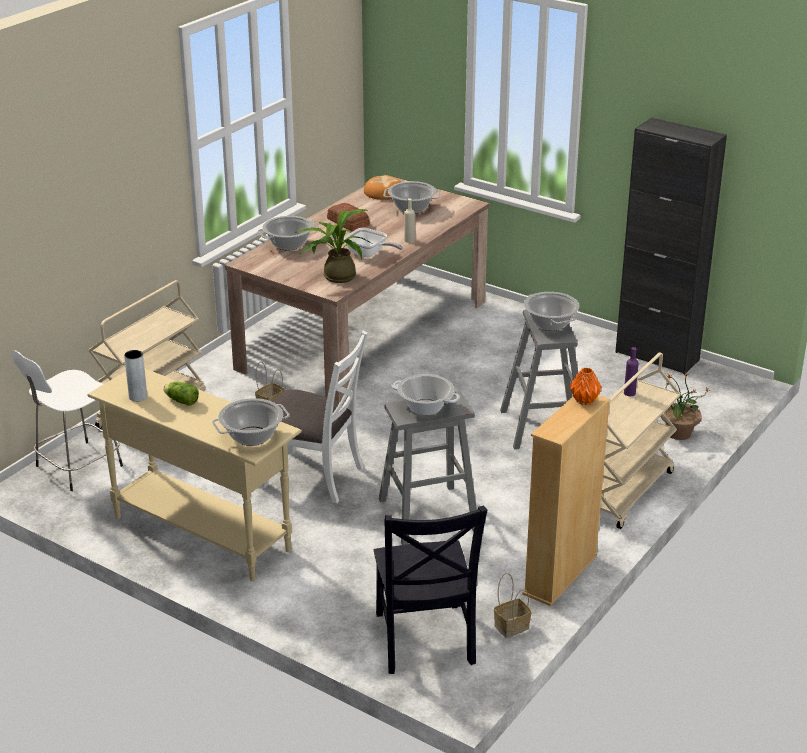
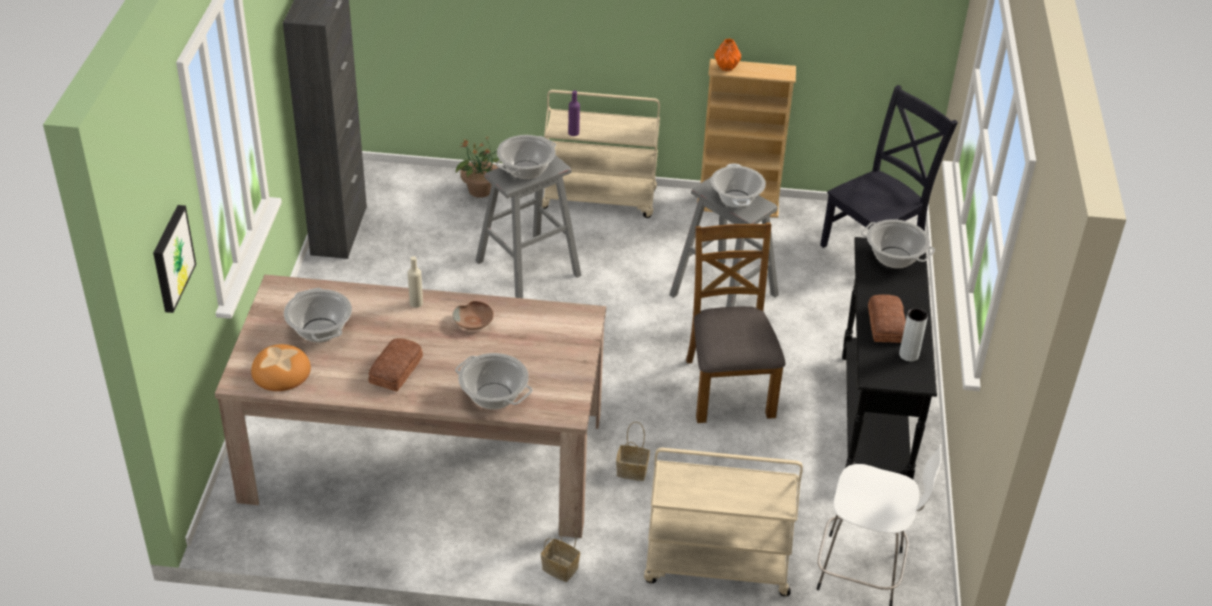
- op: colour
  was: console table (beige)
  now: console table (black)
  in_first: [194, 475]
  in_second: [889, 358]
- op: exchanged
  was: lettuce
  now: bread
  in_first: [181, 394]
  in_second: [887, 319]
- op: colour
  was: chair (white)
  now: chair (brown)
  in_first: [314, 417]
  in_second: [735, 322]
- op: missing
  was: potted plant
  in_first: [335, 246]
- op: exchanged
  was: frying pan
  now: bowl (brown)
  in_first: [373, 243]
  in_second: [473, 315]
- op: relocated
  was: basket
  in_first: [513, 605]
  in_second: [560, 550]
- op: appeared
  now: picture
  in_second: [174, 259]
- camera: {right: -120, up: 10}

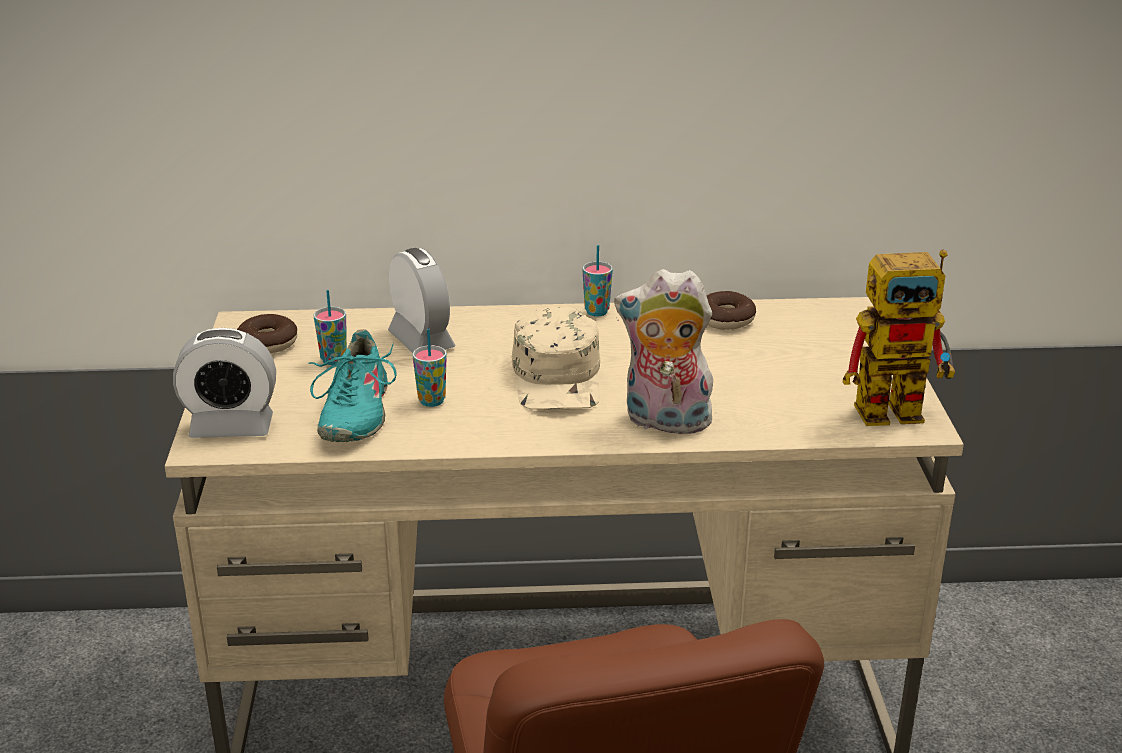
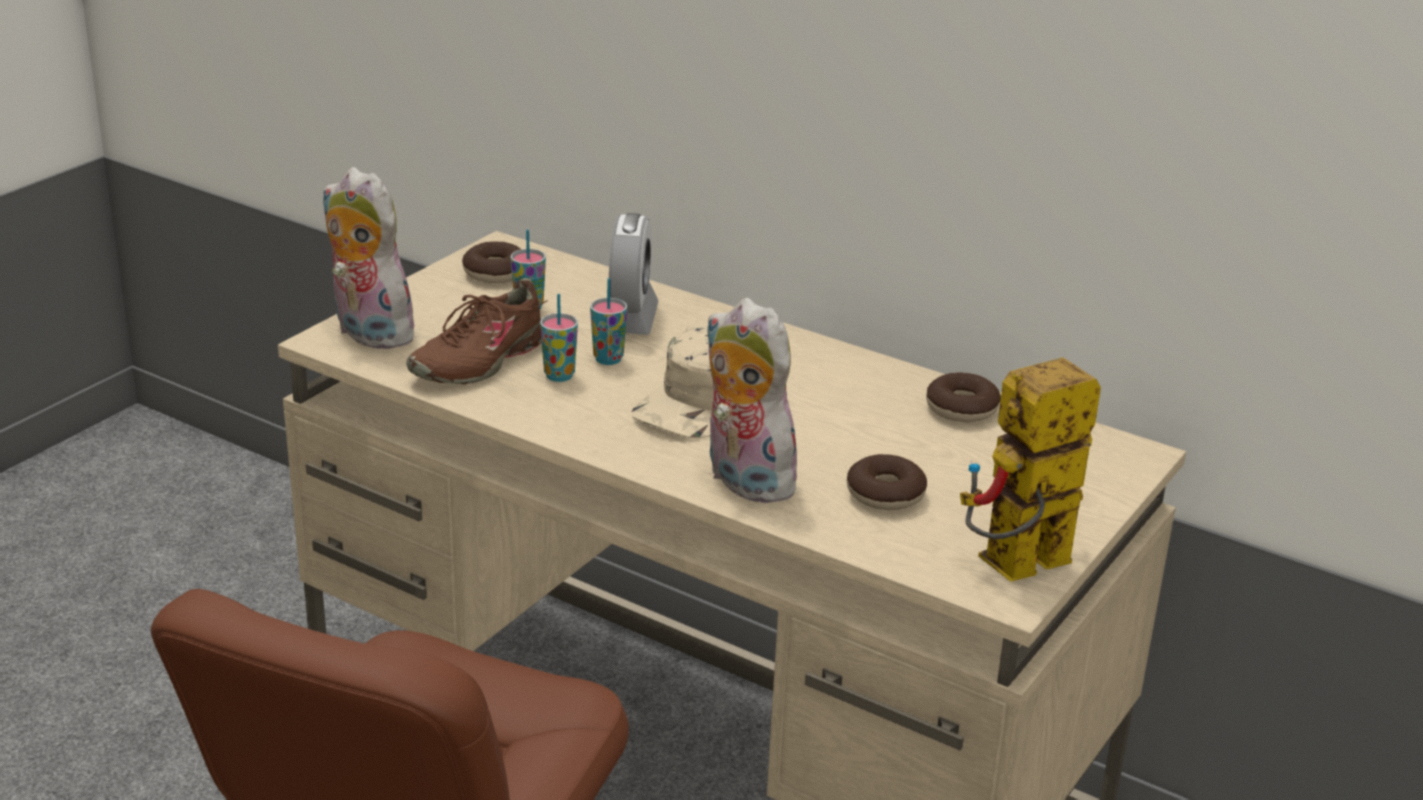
- op: exchanged
  was: alarm clock
  now: plush toy
  in_first: [224, 383]
  in_second: [369, 258]
- op: colour
  was: shoe (turquoise)
  now: shoe (brown)
  in_first: [352, 385]
  in_second: [477, 331]
- op: relocated
  was: cup
  in_first: [598, 281]
  in_second: [608, 321]
- op: spun
  was: toy robot
  in_first: [899, 337]
  in_second: [1030, 469]
  clockwise: 120
- op: appeared
  now: donut
  in_second: [887, 482]
- camera: {right: 35, up: 0}

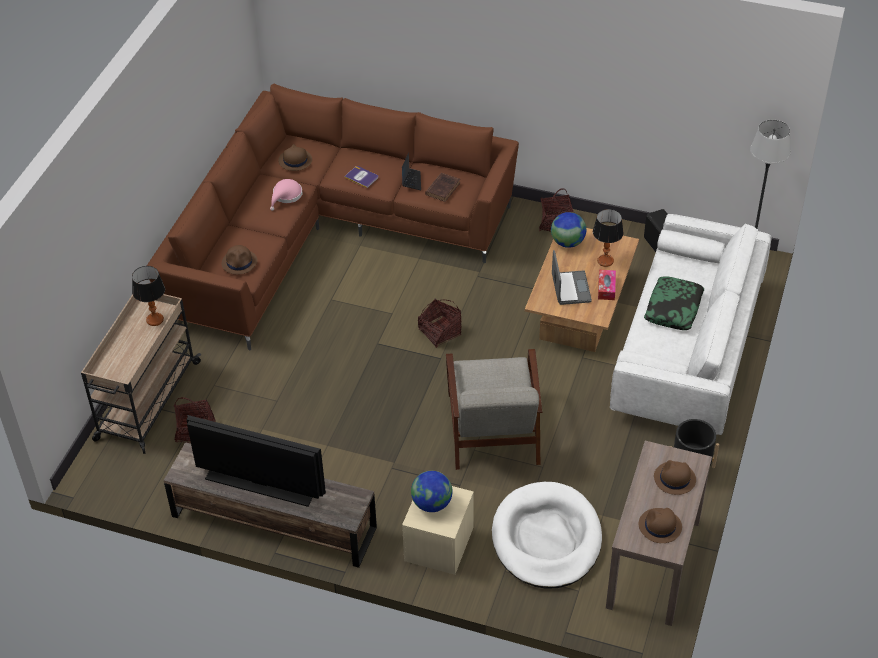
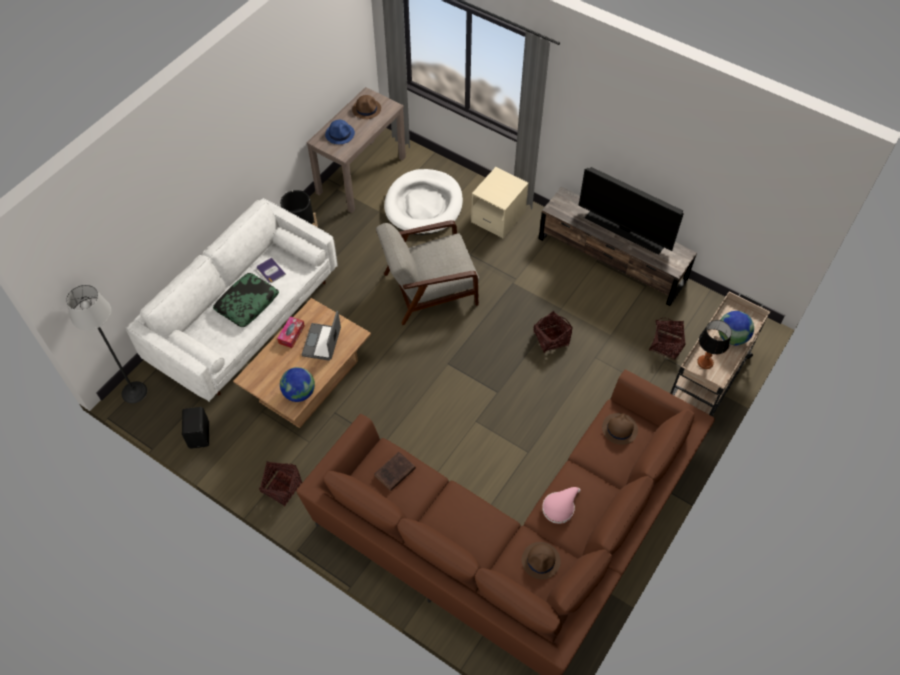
- op: relocated
  was: book
  in_first: [361, 177]
  in_second: [271, 270]
- op: missing
  was: laptop
  in_first: [411, 171]
- op: relocated
  was: globe
  in_first: [432, 491]
  in_second: [736, 328]
- op: relocated
  was: basket
  in_first: [439, 323]
  in_second: [553, 331]
- op: spun
  was: armchair (grey)
  in_first: [494, 409]
  in_second: [427, 272]
  clockwise: -120
- op: missing
  was: table lamp
  in_first: [608, 238]
- op: colour
  was: hat (brown)
  now: hat (blue)
  in_first: [675, 477]
  in_second: [340, 132]
- camera: {right: -165, up: 10}

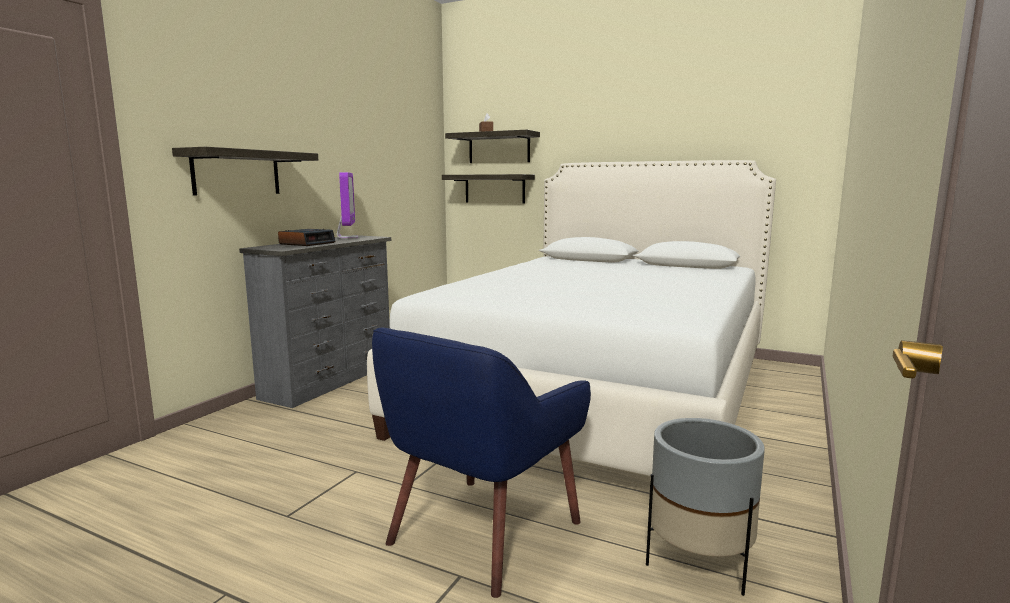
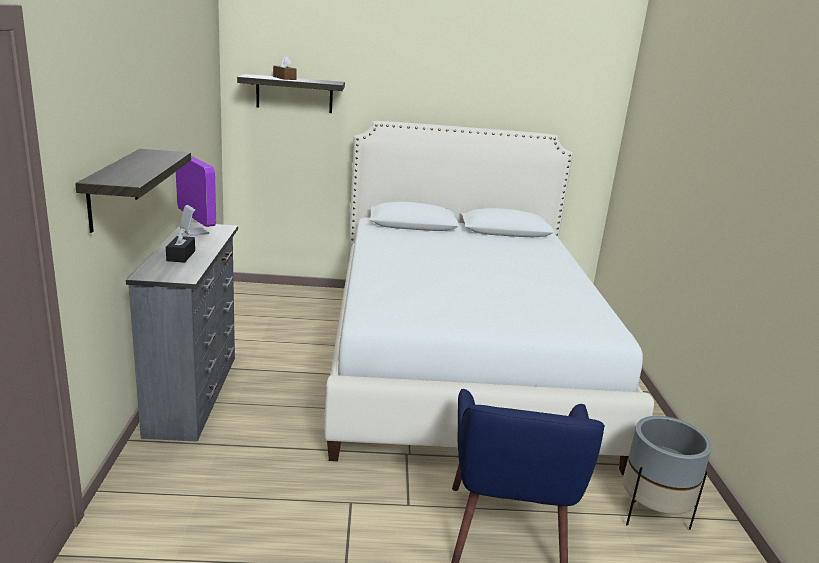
- op: exchanged
  was: alarm clock
  now: tissue box (black)
  in_first: [306, 237]
  in_second: [180, 245]
- op: missing
  was: shelf
  in_first: [488, 189]
- camera: {right: -30, up: 10}

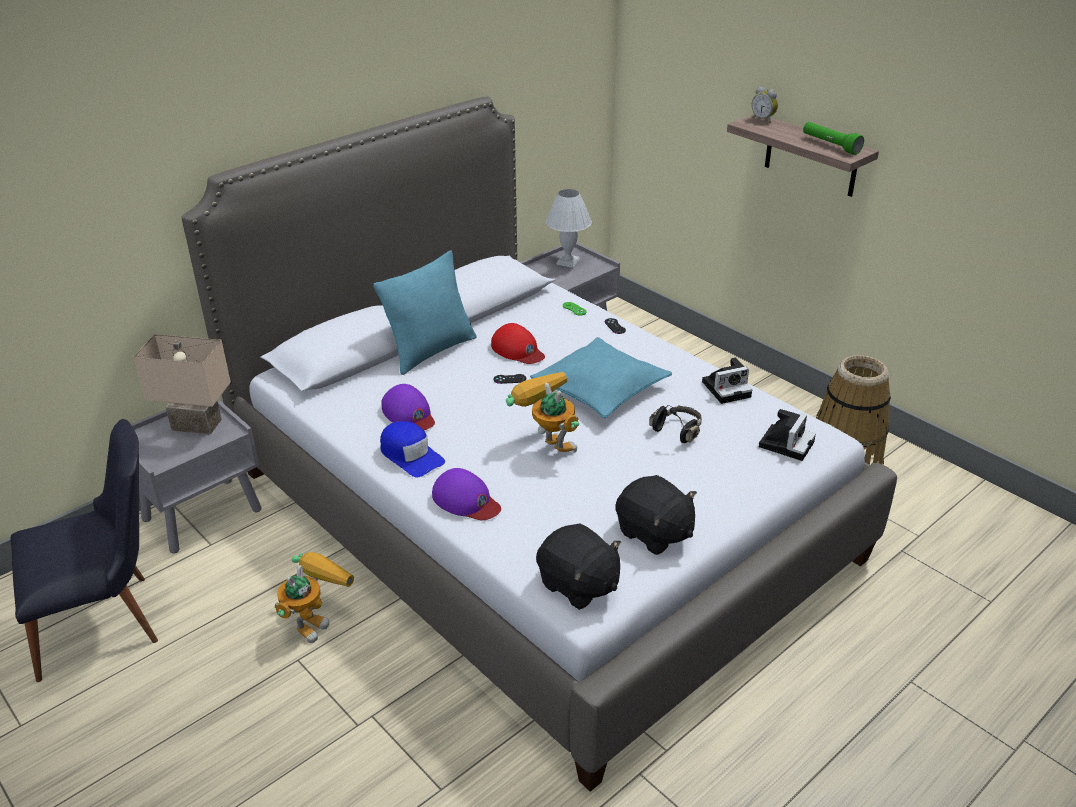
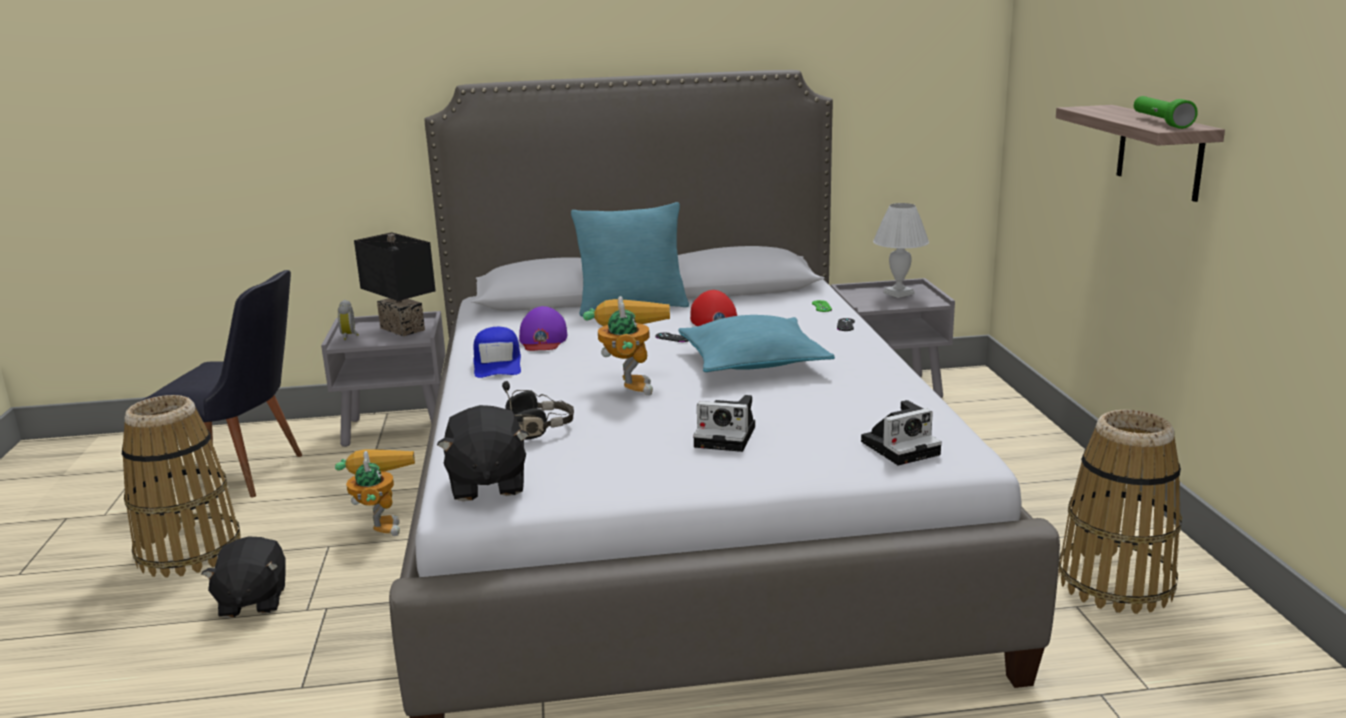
- op: colour
  was: table lamp (beige)
  now: table lamp (black)
  in_first: [182, 384]
  in_second: [395, 284]
- op: spun
  was: toy robot
  in_first: [314, 597]
  in_second: [375, 492]
  clockwise: -75
- op: missing
  was: cap (purple)
  in_first: [466, 494]
- op: relocated
  was: plush toy (black)
  in_first: [656, 515]
  in_second: [243, 577]
- op: relocated
  was: headphones (black)
  in_first: [675, 424]
  in_second: [538, 410]
- op: relocated
  was: photo camera
  in_first: [727, 380]
  in_second: [724, 423]
- op: relocated
  was: alarm clock
  in_first: [765, 104]
  in_second: [348, 320]
- op: appeared
  now: basket
  in_second: [181, 486]
- camera: {right: 35, up: -15}

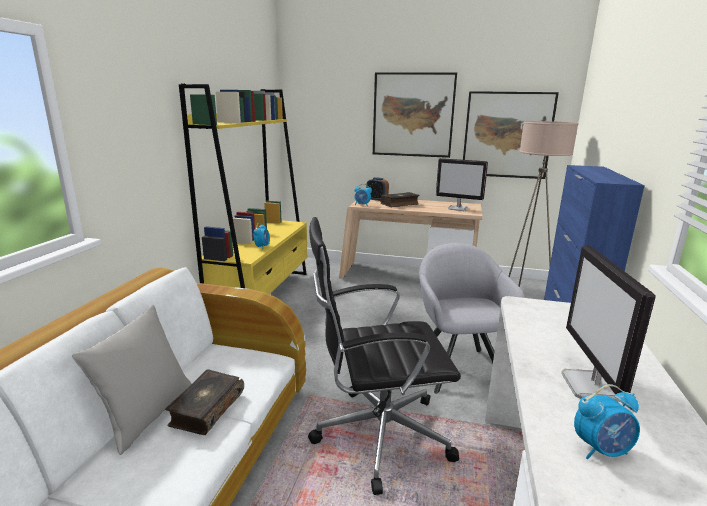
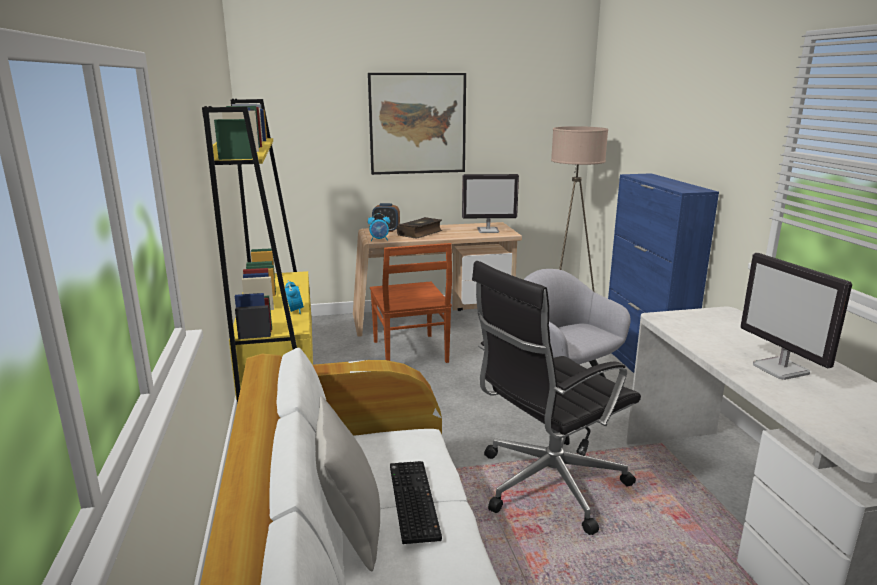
- op: exchanged
  was: book
  now: keyboard
  in_first: [204, 402]
  in_second: [416, 502]
- op: missing
  was: picture
  in_first: [511, 135]
- op: missing
  was: alarm clock
  in_first: [607, 421]
- op: appeared
  now: chair (brown)
  in_second: [411, 303]
- camera: {right: -25, up: 0}

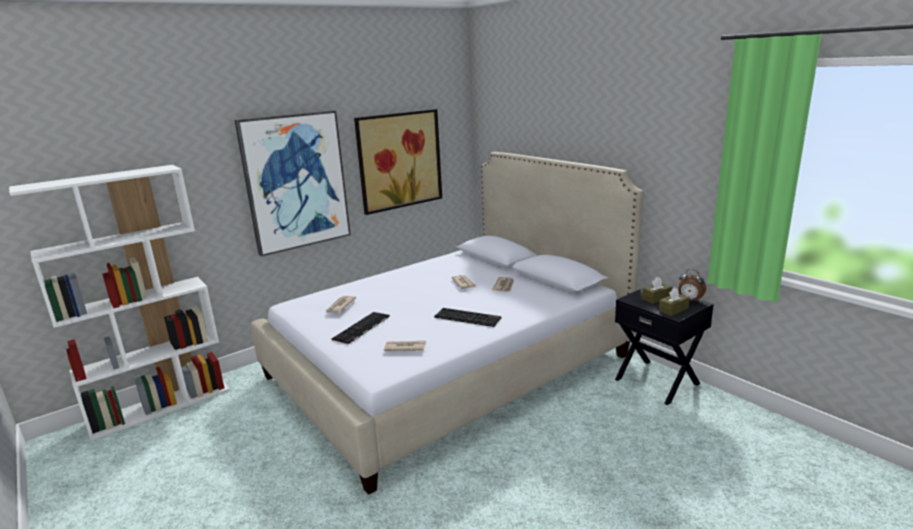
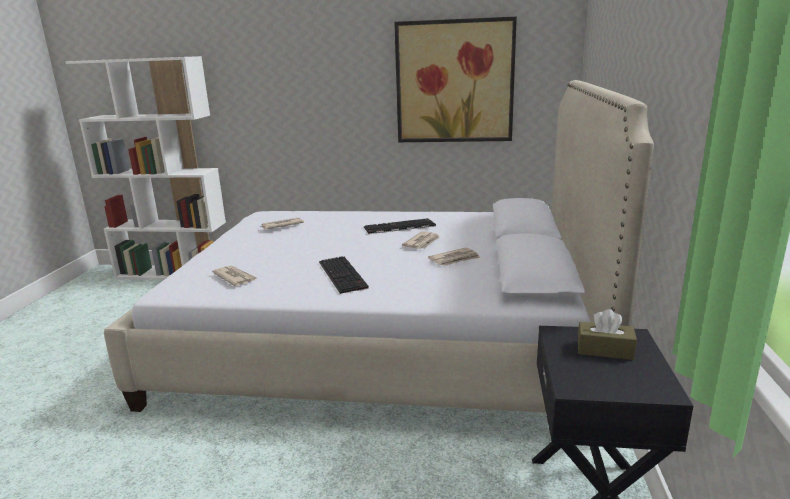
- op: missing
  was: picture
  in_first: [292, 183]
- op: relocated
  was: keyboard
  in_first: [360, 328]
  in_second: [400, 226]
- op: missing
  was: tissue box (brown)
  in_first: [674, 301]
- op: missing
  was: alarm clock
  in_first: [692, 286]
- camera: {right: 45, up: 0}

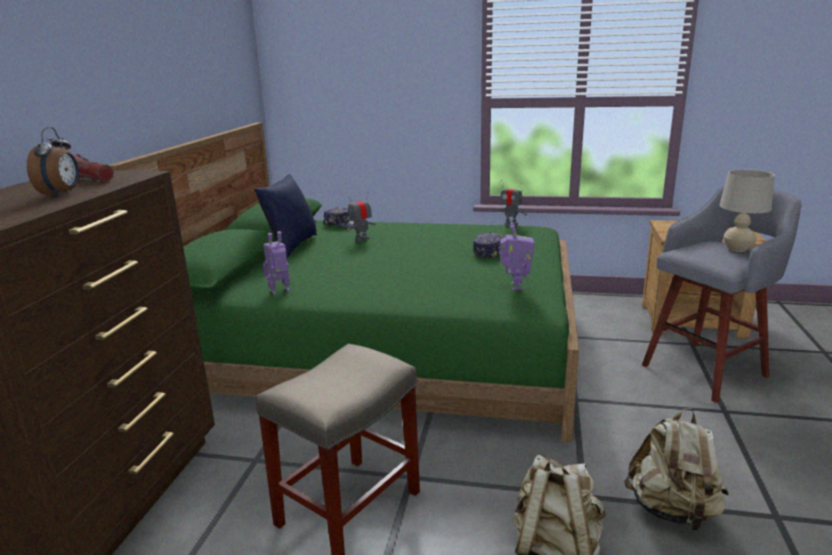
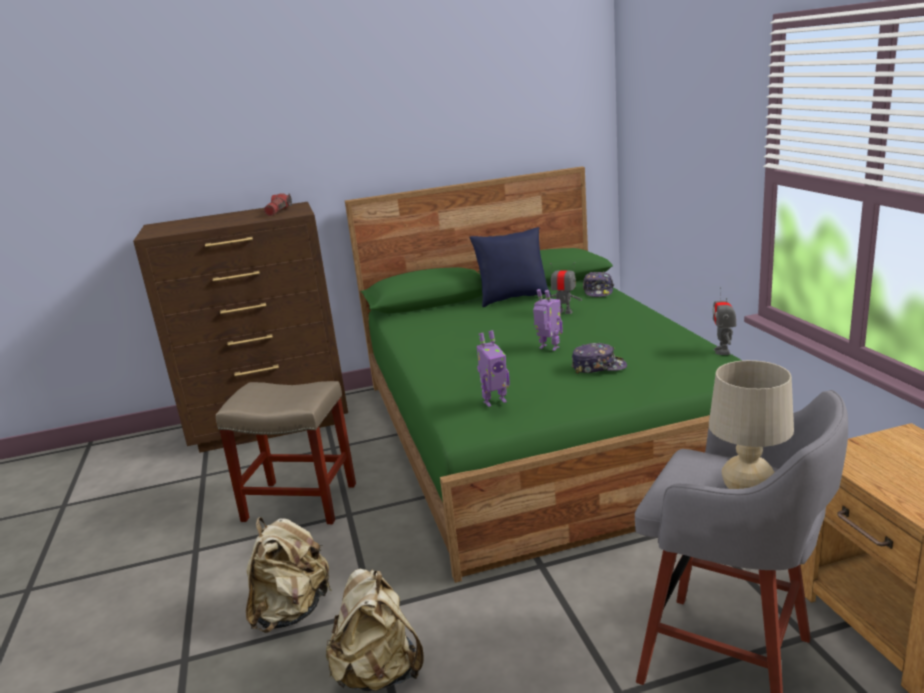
- op: missing
  was: alarm clock
  in_first: [53, 162]
- op: relocated
  was: toy robot
  in_first: [276, 262]
  in_second: [548, 320]
- camera: {right: 65, up: 0}

